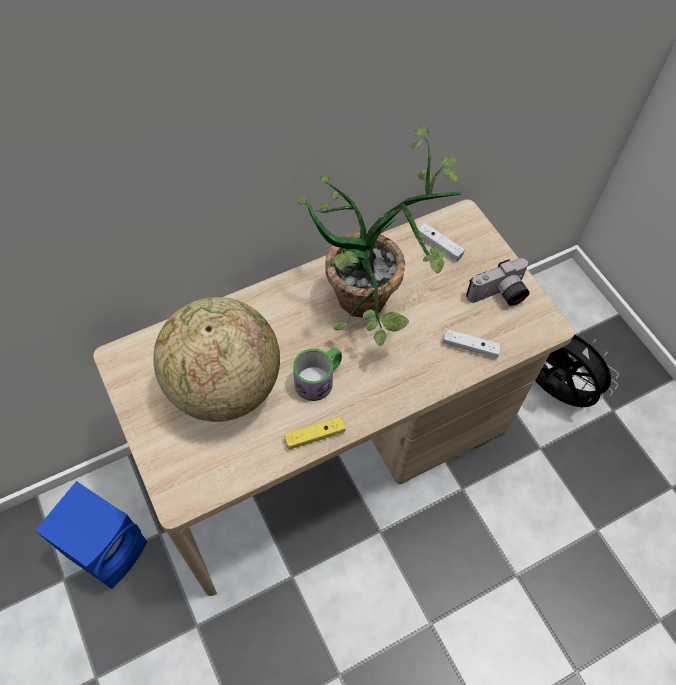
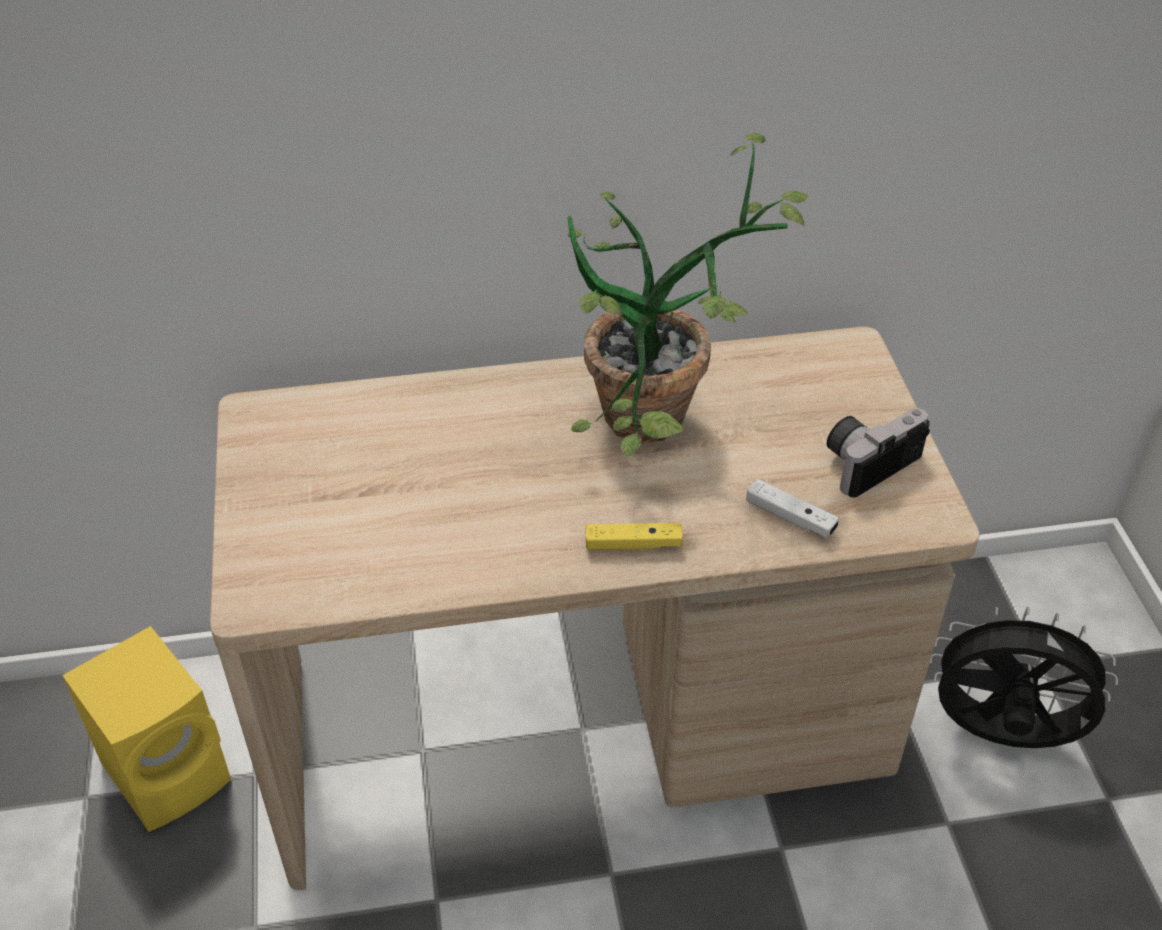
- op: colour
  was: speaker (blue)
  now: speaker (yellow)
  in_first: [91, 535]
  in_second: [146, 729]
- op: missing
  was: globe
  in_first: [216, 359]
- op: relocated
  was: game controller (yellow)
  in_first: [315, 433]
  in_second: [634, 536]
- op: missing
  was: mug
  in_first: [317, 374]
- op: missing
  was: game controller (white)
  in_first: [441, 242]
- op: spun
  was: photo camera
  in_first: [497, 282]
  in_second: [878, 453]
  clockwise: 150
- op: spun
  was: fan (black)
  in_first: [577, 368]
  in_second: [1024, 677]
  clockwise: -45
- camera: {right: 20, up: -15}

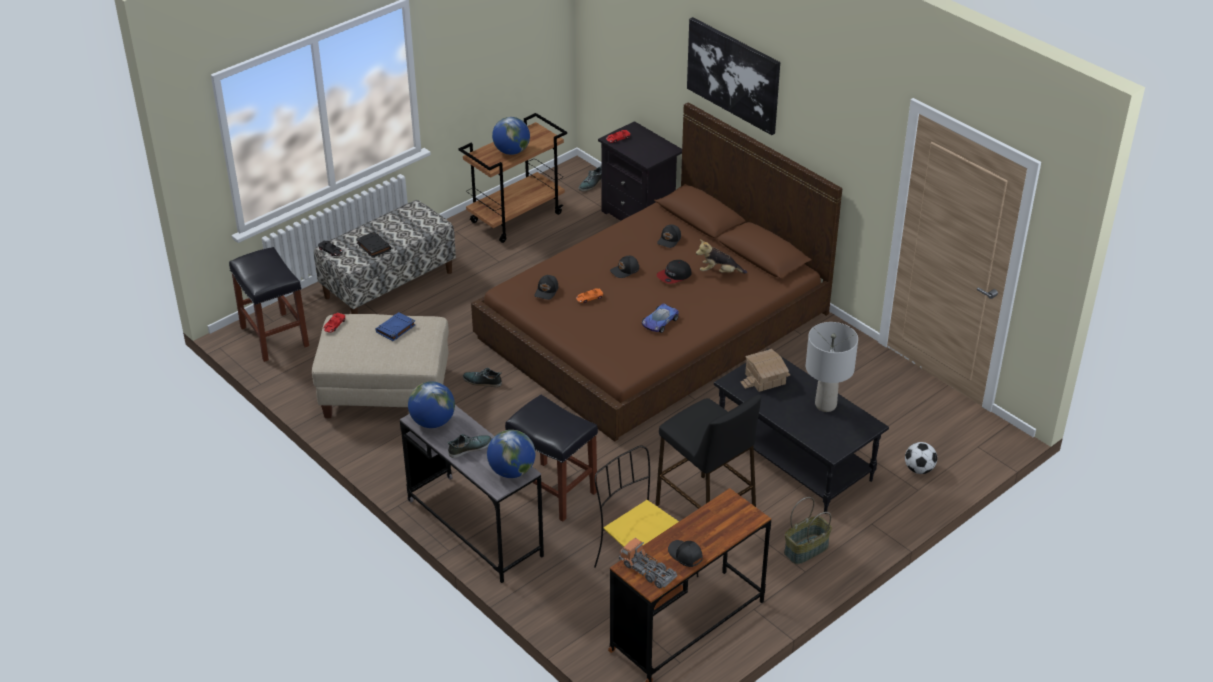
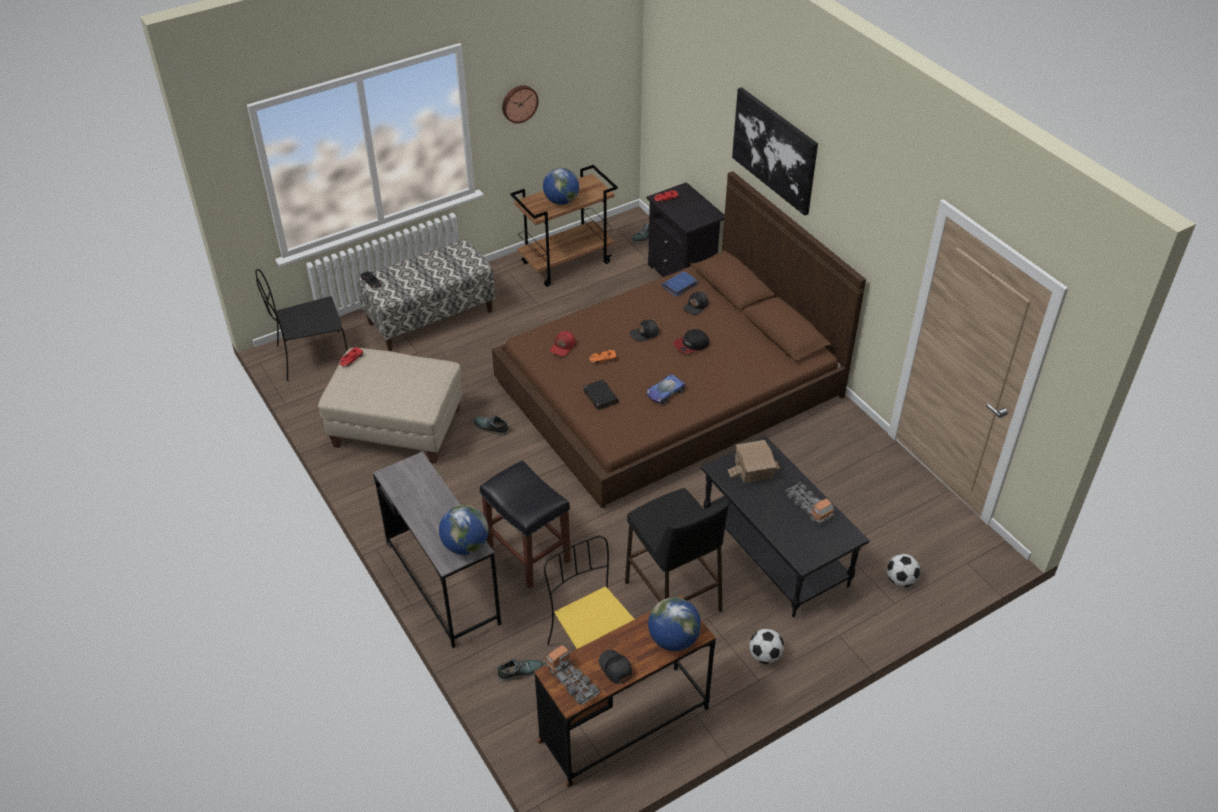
- op: exchanged
  was: stool (black)
  now: chair (black)
  in_first: [269, 304]
  in_second: [302, 325]
- op: relocated
  was: book (black)
  in_first: [373, 245]
  in_second: [600, 394]
- op: relocated
  was: book (blue)
  in_first: [395, 326]
  in_second: [680, 284]
- op: relocated
  was: globe
  in_first: [431, 404]
  in_second: [674, 624]
- op: relocated
  was: shoe
  in_first: [469, 446]
  in_second: [520, 670]
- op: colour
  was: cap (black)
  now: cap (red)
  in_first: [546, 287]
  in_second: [562, 343]
- op: missing
  was: plush toy
  in_first: [721, 256]
- op: exchanged
  was: basket
  now: football
  in_first: [808, 530]
  in_second: [766, 646]
- op: exchanged
  was: table lamp (grey)
  now: toy truck
  in_first: [832, 367]
  in_second: [810, 503]
- op: appeared
  now: wall clock
  in_second: [520, 104]
- camera: {right: 10, up: 5}

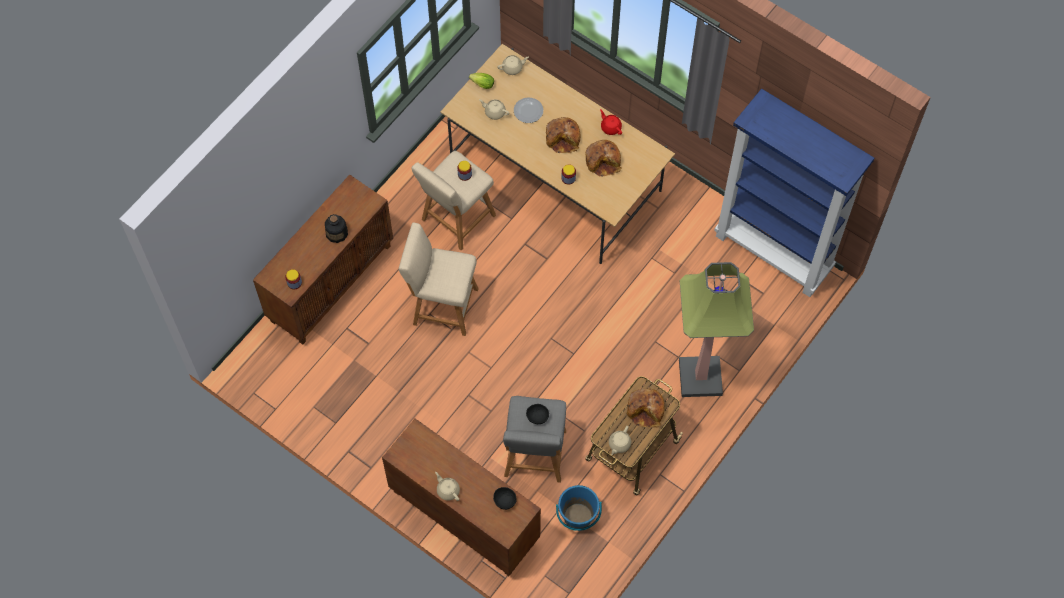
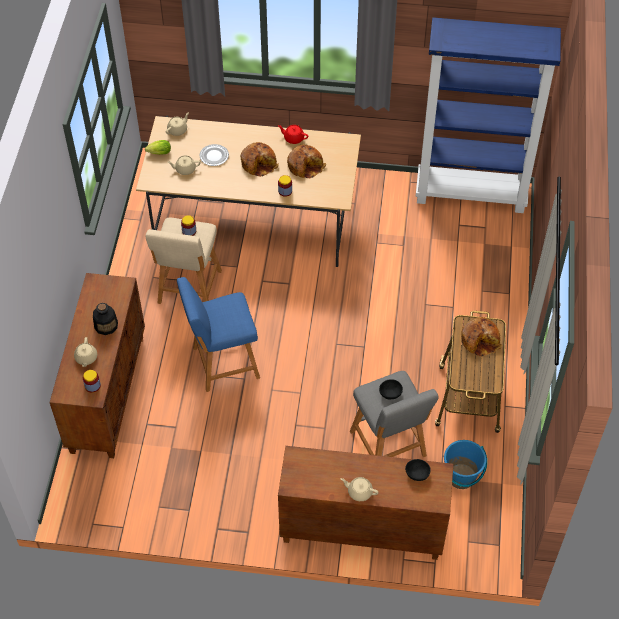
- op: colour
  was: stool (beige)
  now: stool (blue)
  in_first: [439, 279]
  in_second: [218, 334]
- op: relocated
  was: teapot (beige)
  in_first: [620, 440]
  in_second: [85, 352]
- op: missing
  was: floor lamp
  in_first: [716, 329]
- camera: {right: -30, up: -10}

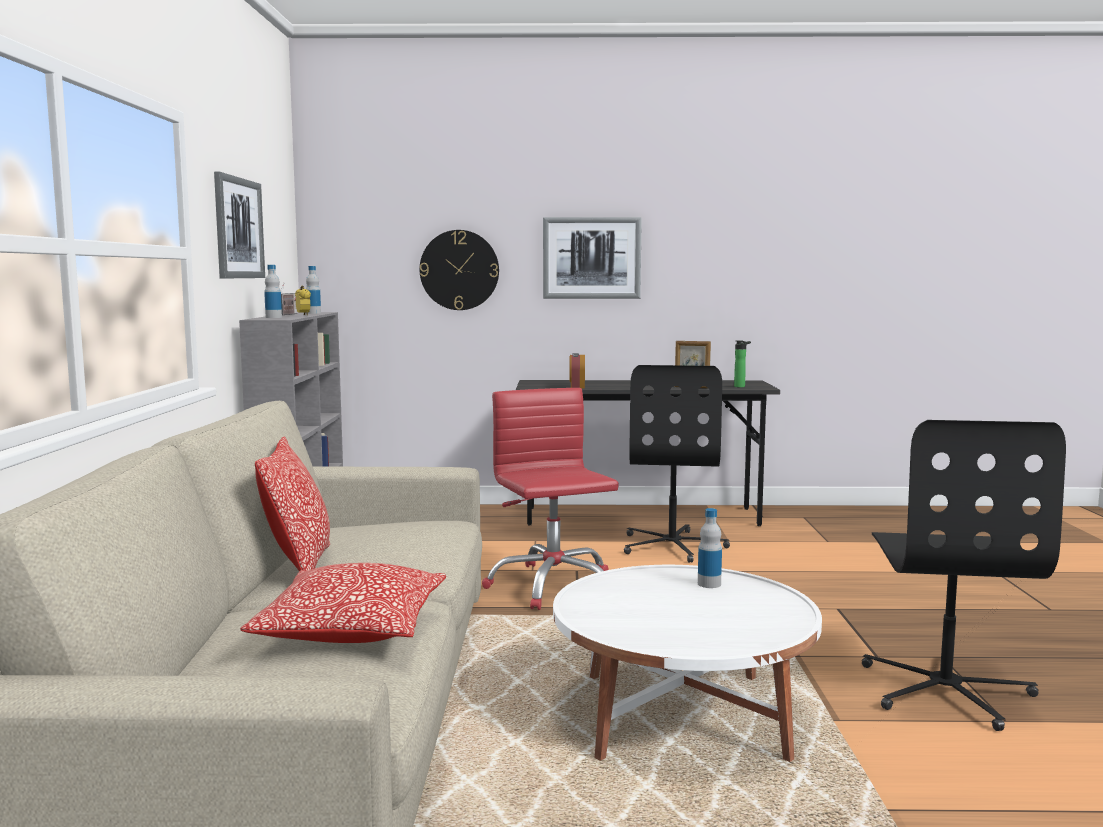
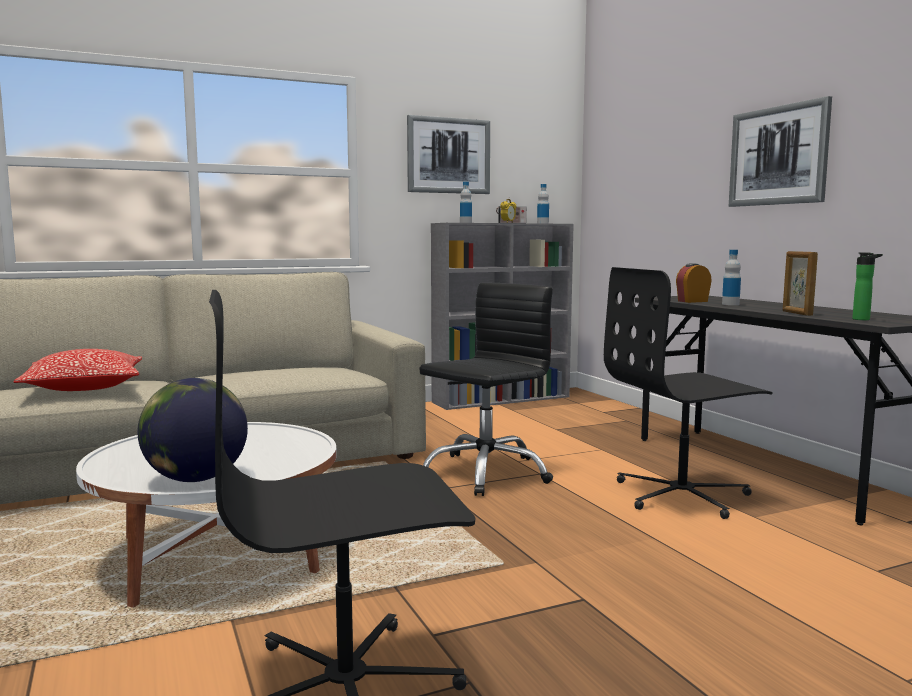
- op: missing
  was: pillow
  in_first: [292, 503]
- op: missing
  was: wall clock
  in_first: [459, 270]
- op: colour
  was: office chair (red)
  now: office chair (black)
  in_first: [550, 499]
  in_second: [486, 389]
- op: relocated
  was: bottle
  in_first: [710, 548]
  in_second: [731, 277]
- op: appeared
  now: globe
  in_second: [193, 430]
- camera: {right: 65, up: 0}

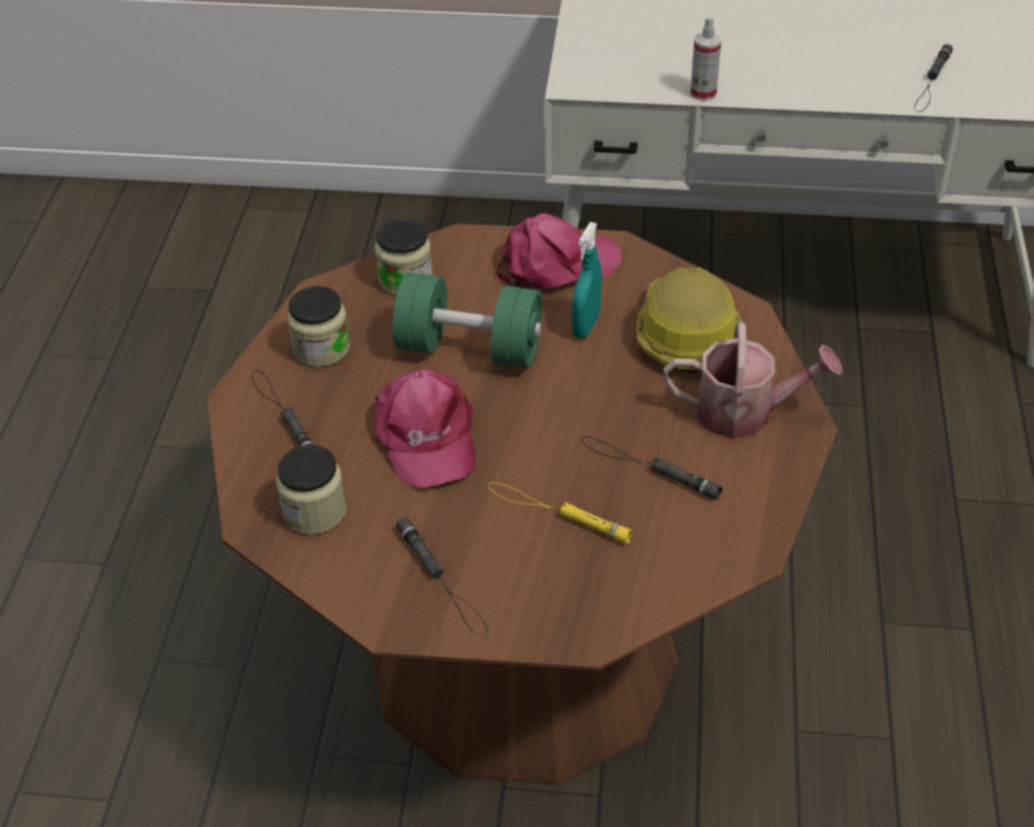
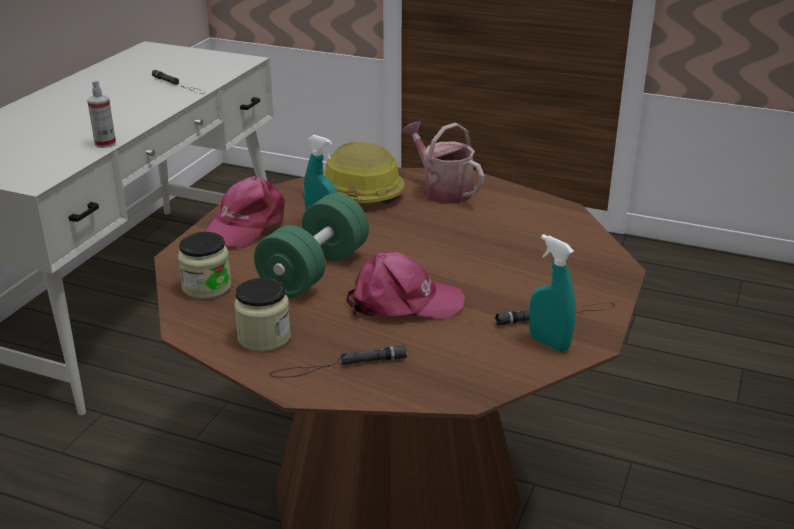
- op: missing
  was: jar
  in_first: [311, 490]
- op: missing
  was: flashlight (yellow)
  in_first: [560, 513]
- op: spun
  was: cap (pink)
  in_first: [559, 251]
  in_second: [244, 212]
  clockwise: -150
- op: missing
  was: flashlight (black)
  in_first: [652, 468]
- op: spun
  was: watering can
  in_first: [753, 380]
  in_second: [443, 162]
  clockwise: -60
- op: appeared
  now: spray bottle (turquoise)
  in_second: [552, 293]
- camera: {right: -75, up: -15}

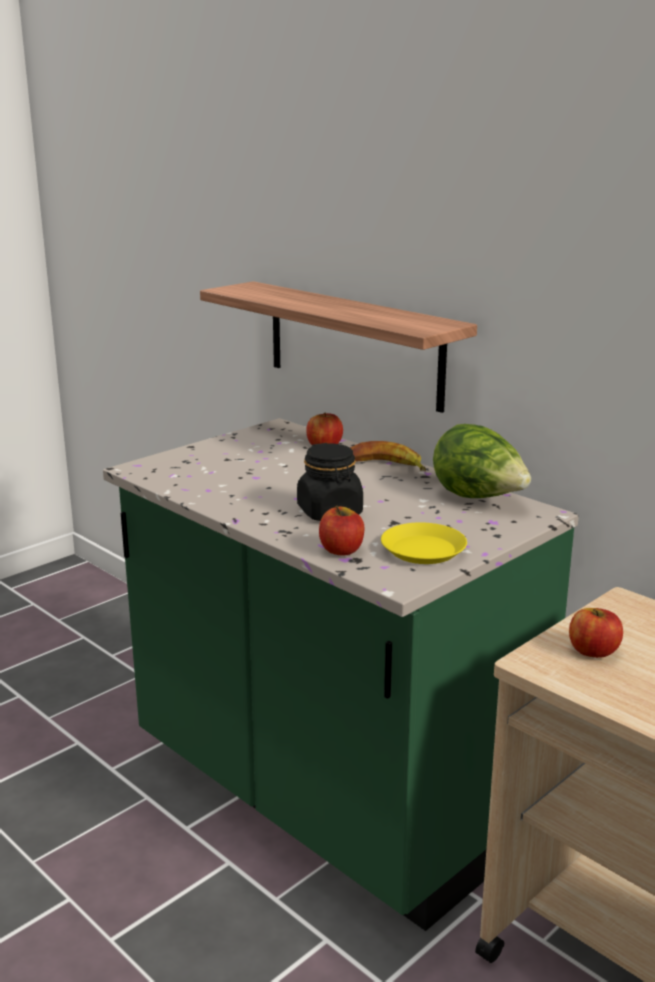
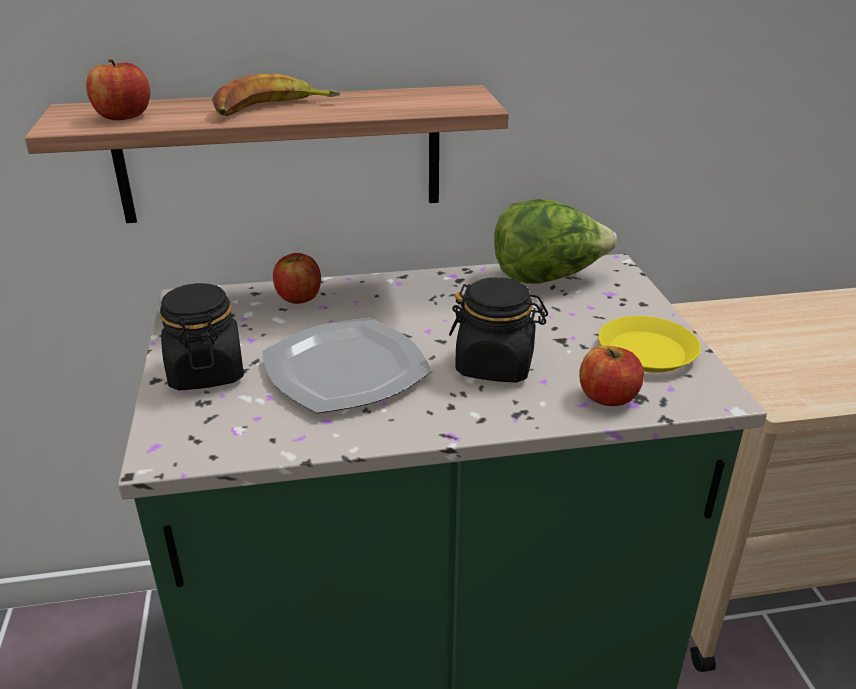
- op: relocated
  was: banana
  in_first: [388, 456]
  in_second: [276, 95]
- op: relocated
  was: apple
  in_first: [596, 633]
  in_second: [118, 89]
- op: appeared
  now: jar (black)
  in_second: [202, 336]
- op: appeared
  now: plate
  in_second: [347, 365]
- camera: {right: -55, up: 10}

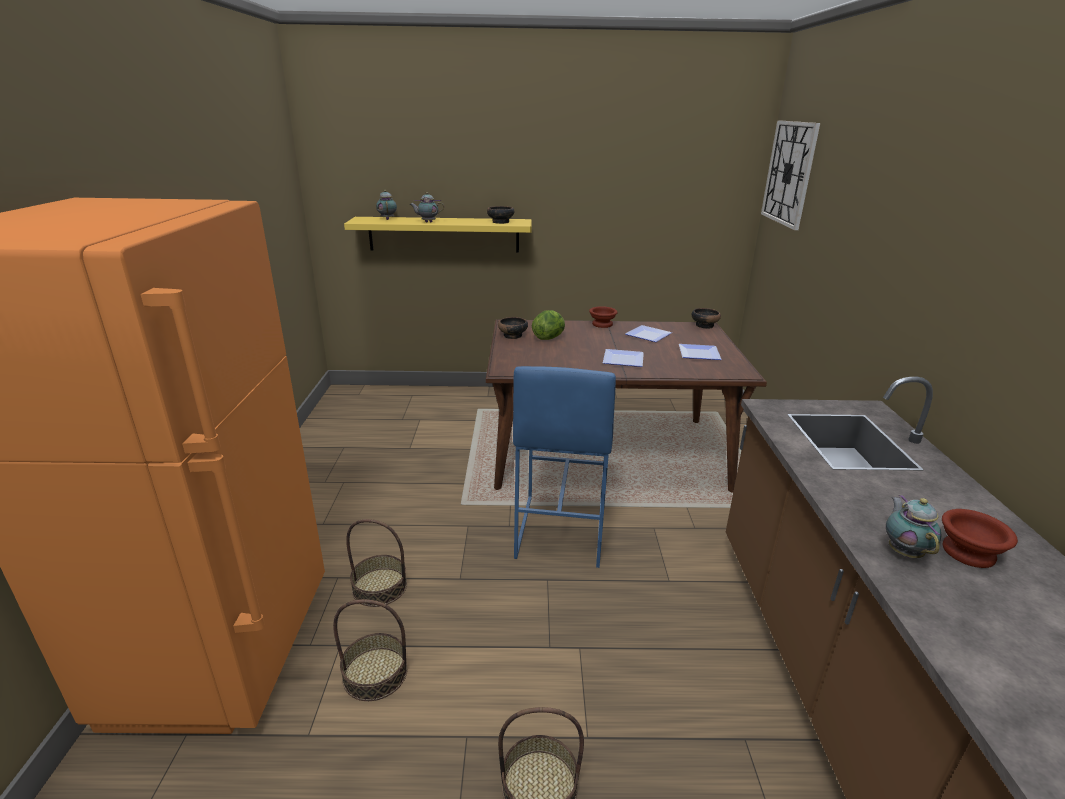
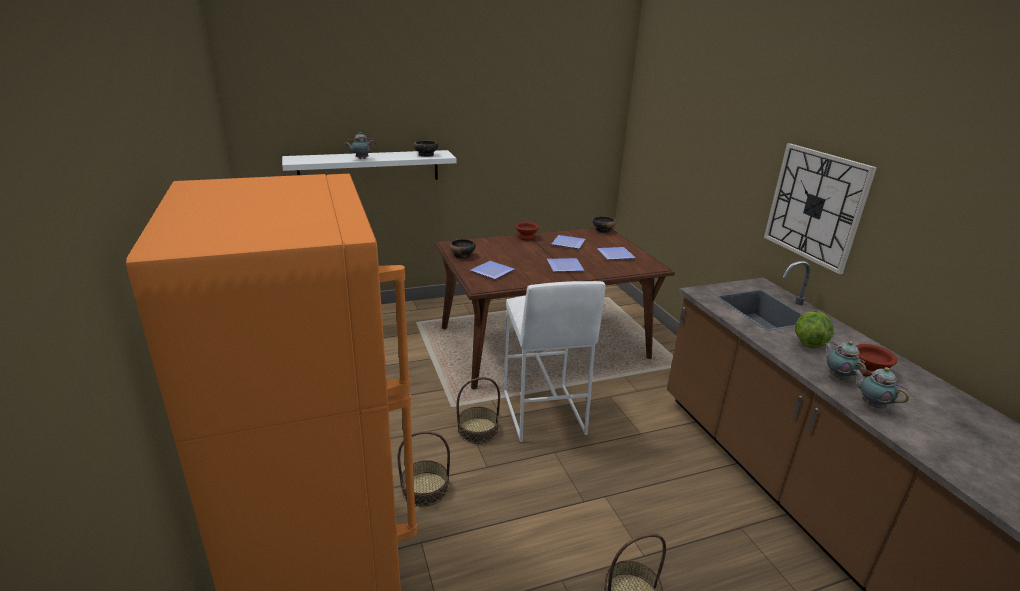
- op: relocated
  was: basket
  in_first: [370, 650]
  in_second: [478, 410]
- op: colour
  was: shelf (yellow)
  now: shelf (white)
  in_first: [437, 235]
  in_second: [369, 165]
- op: relocated
  was: teapot
  in_first: [386, 205]
  in_second: [881, 388]
- op: colour
  was: stool (blue)
  now: stool (white)
  in_first: [564, 467]
  in_second: [555, 361]
- op: relocated
  was: lettuce
  in_first: [548, 325]
  in_second: [814, 329]
- op: relocated
  was: wall clock
  in_first: [790, 175]
  in_second: [820, 208]
- op: appeared
  now: plate
  in_second: [492, 270]
- camera: {right: -20, up: 0}

